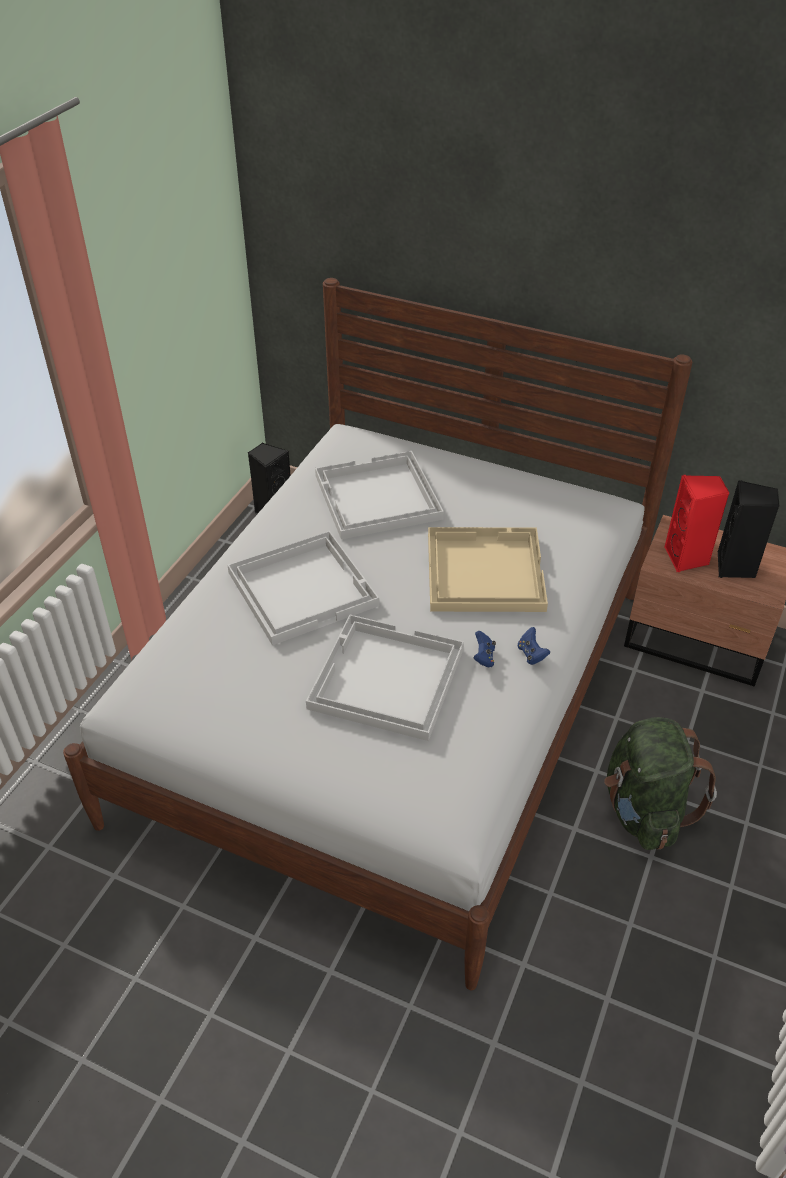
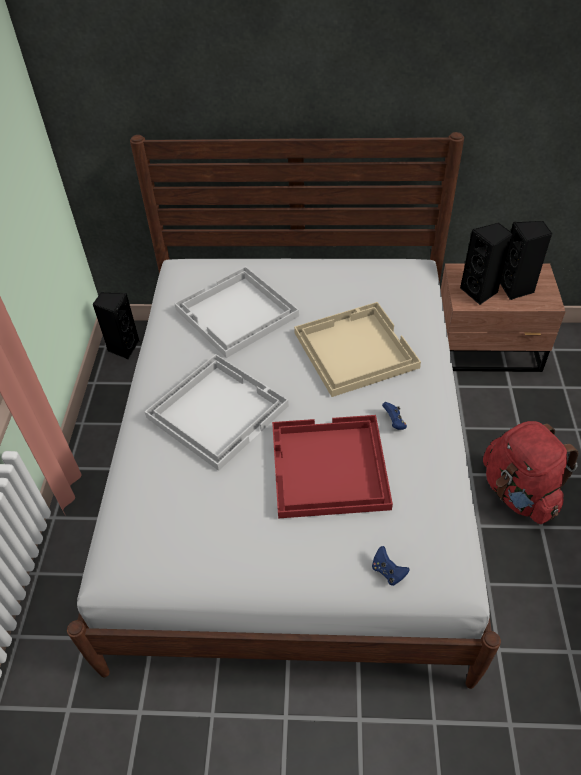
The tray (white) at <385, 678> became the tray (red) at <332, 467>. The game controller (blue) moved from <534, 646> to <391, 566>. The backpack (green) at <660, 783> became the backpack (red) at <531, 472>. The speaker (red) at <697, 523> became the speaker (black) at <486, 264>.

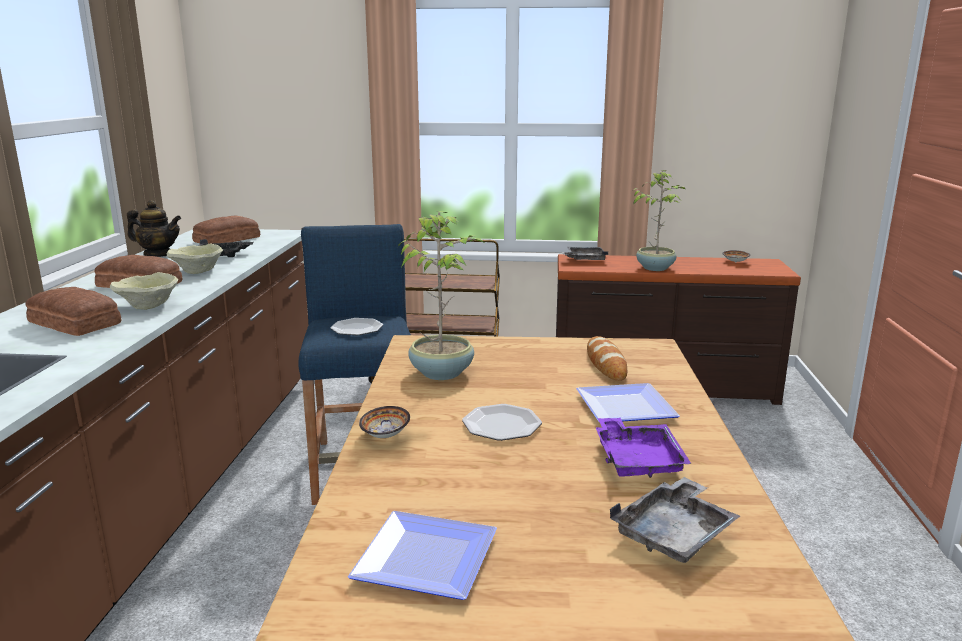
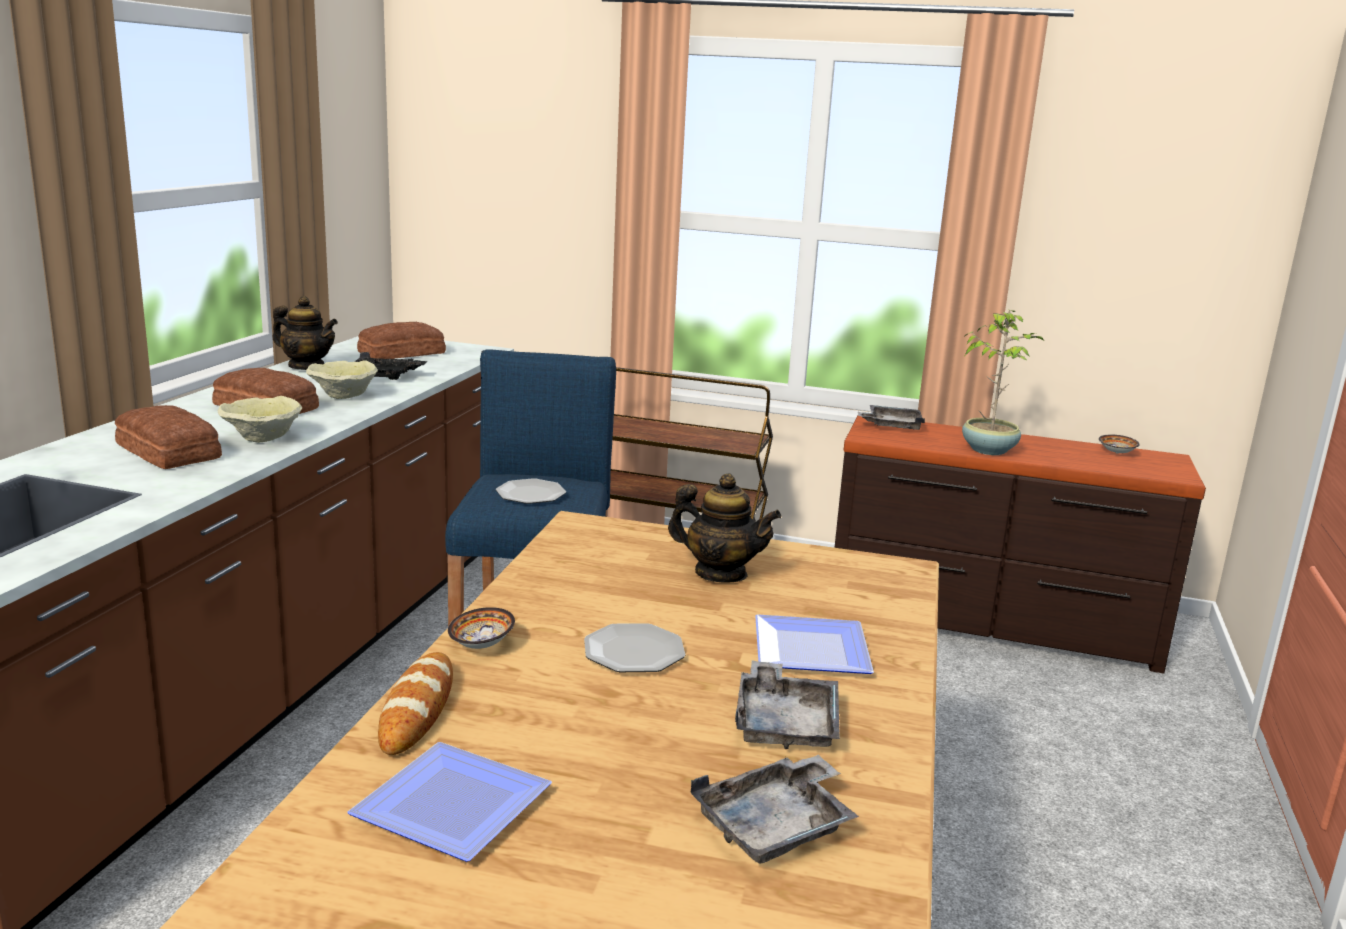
The potted plant at <440, 295> disappeared. The bread moved from <607, 358> to <415, 703>. The tray (purple) at <643, 448> became the tray (grey) at <787, 704>. The teapot at <725, 528> appeared.

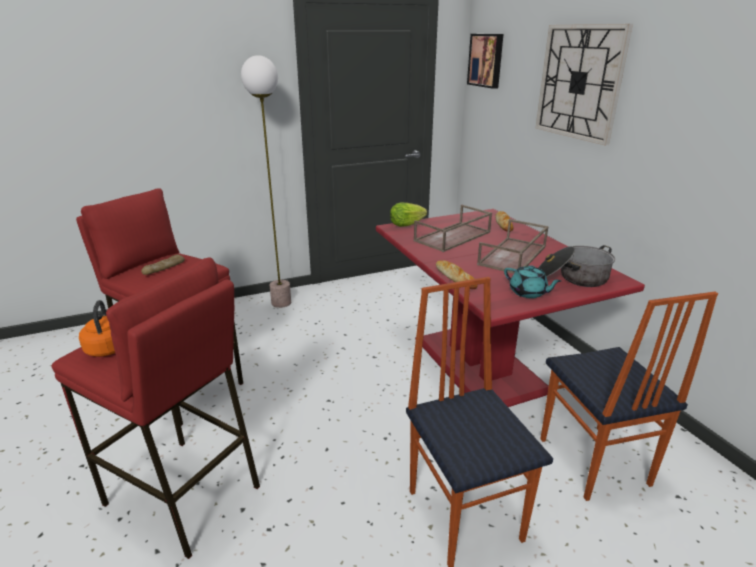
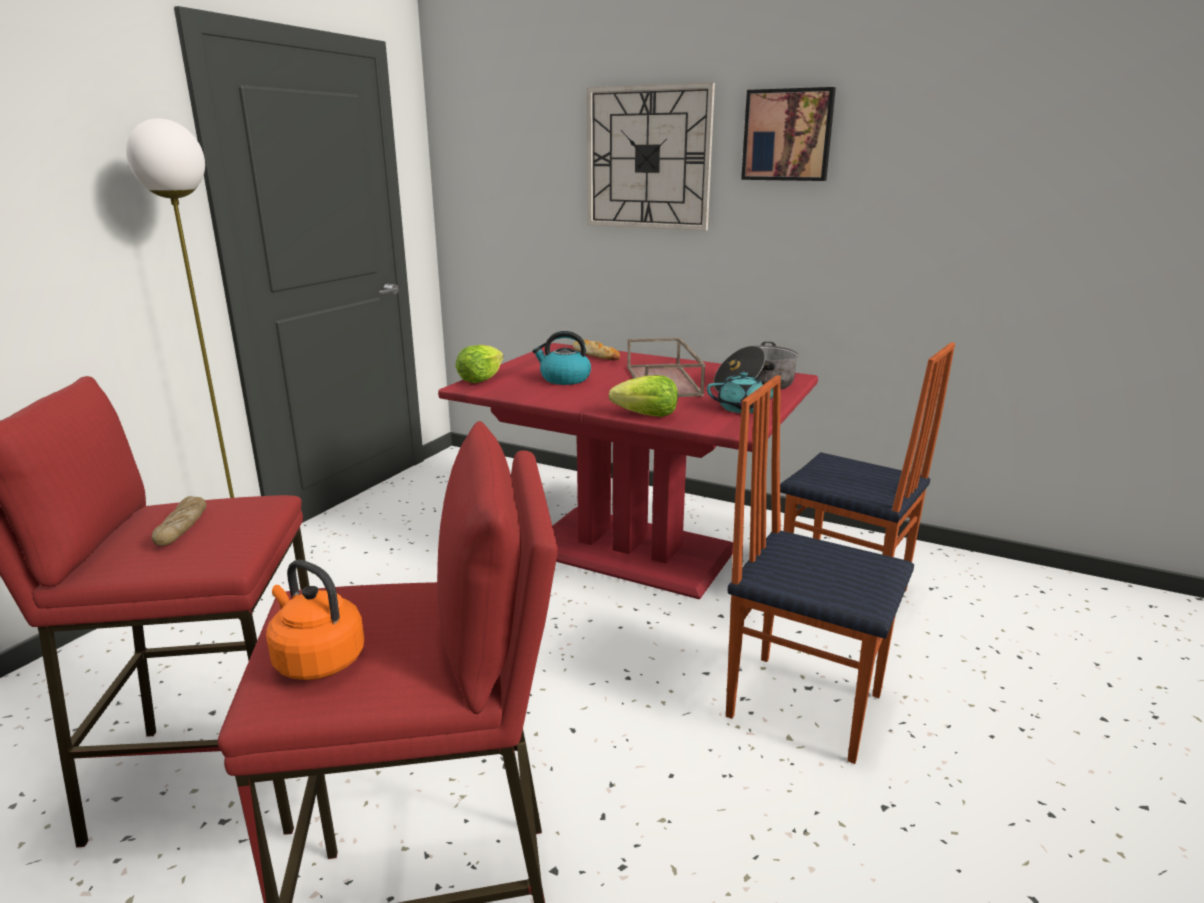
The tray (brown) at <452, 228> was replaced by the kettle at <561, 358>. The bread at <457, 274> was replaced by the lettuce at <643, 396>. The picture moved from <485, 61> to <788, 134>.

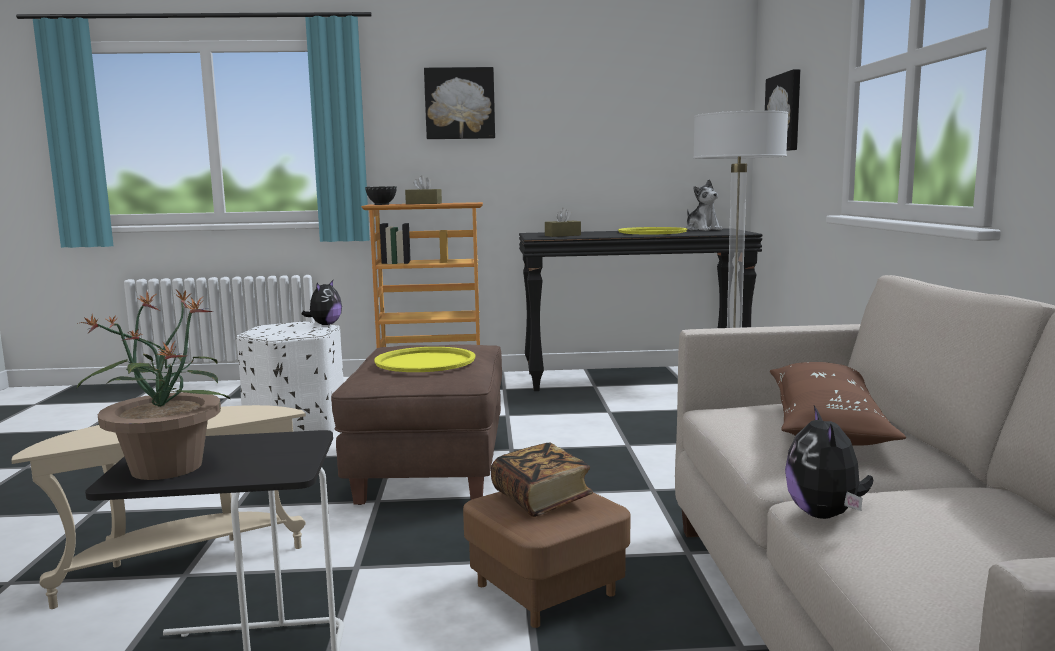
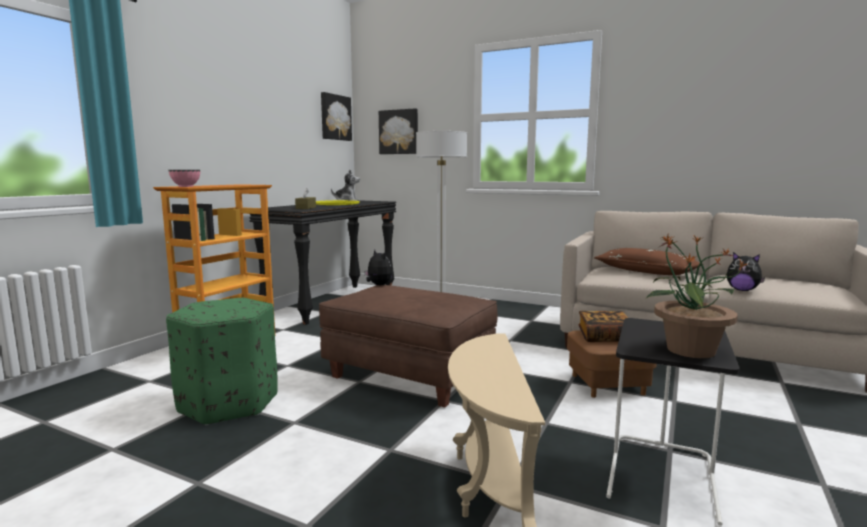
The ottoman (white) at <290, 377> became the ottoman (green) at <222, 362>. The plush toy moved from <322, 302> to <378, 267>. The bowl (black) at <381, 195> became the bowl (pink) at <184, 178>. The tray (yellow) at <424, 359> disappeared. The tissue box (brown) at <423, 189> disappeared. The picture moved from <459, 103> to <336, 116>.

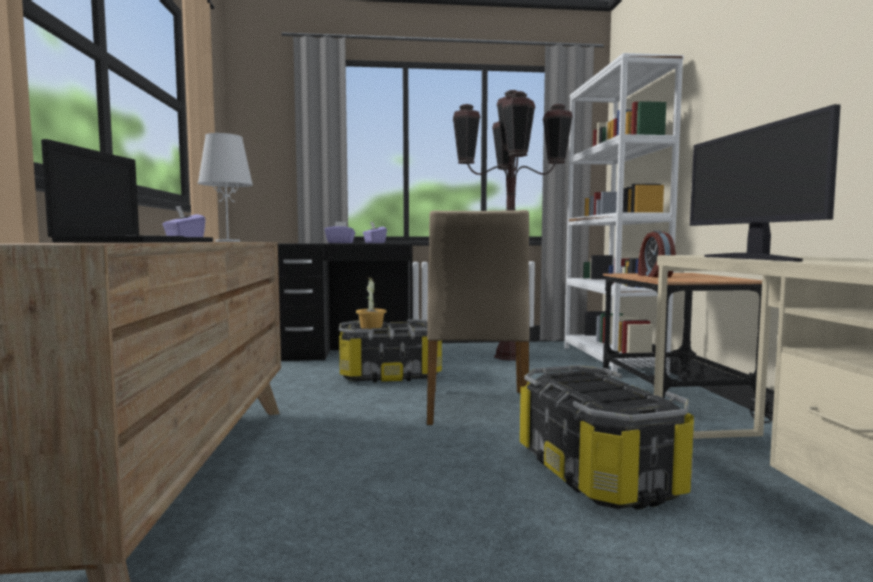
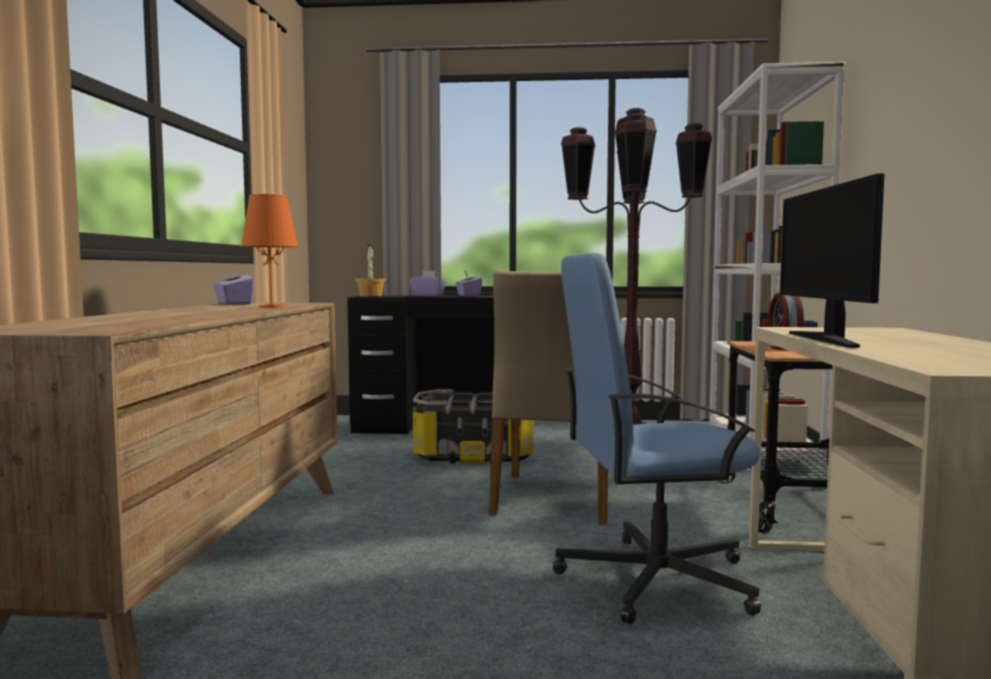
The laptop at <127, 190> disappeared. The table lamp (white) at <225, 187> became the table lamp (orange) at <269, 251>. The potted plant moved from <371, 303> to <370, 270>. The storage box at <607, 437> was replaced by the office chair (blue) at <656, 438>.

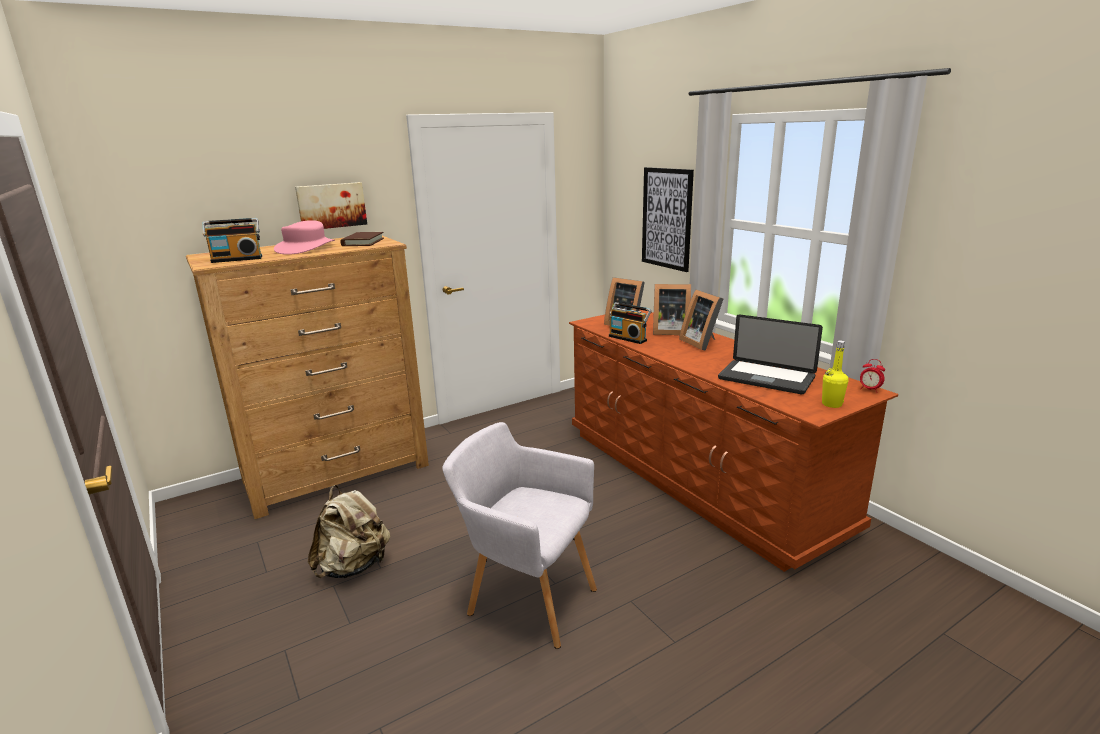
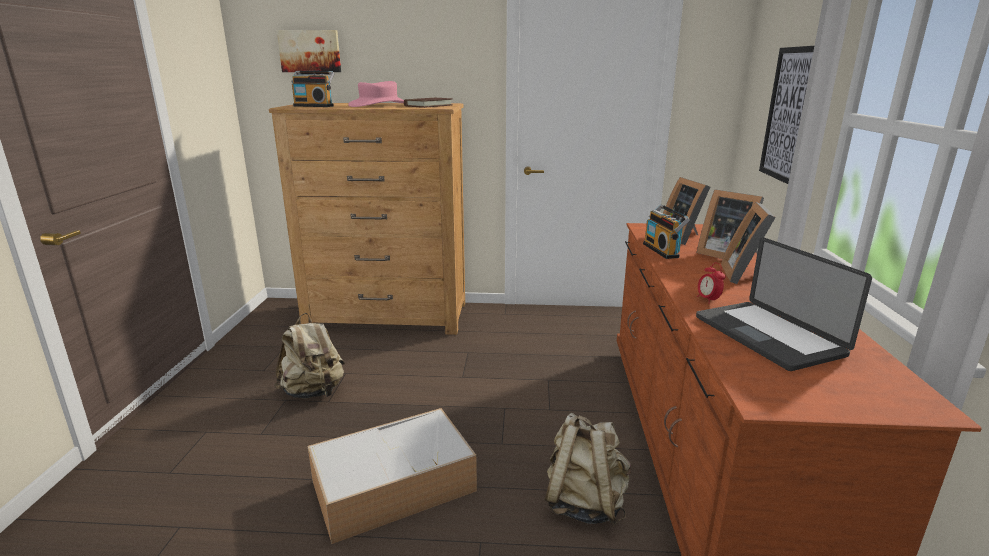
The picture moved from <331, 205> to <309, 51>. The armchair (grey) at <520, 535> was replaced by the storage box at <392, 476>. The bottle (yellow) at <835, 374> disappeared. The alarm clock moved from <872, 376> to <711, 283>. The backpack (beige) at <588, 469> appeared.

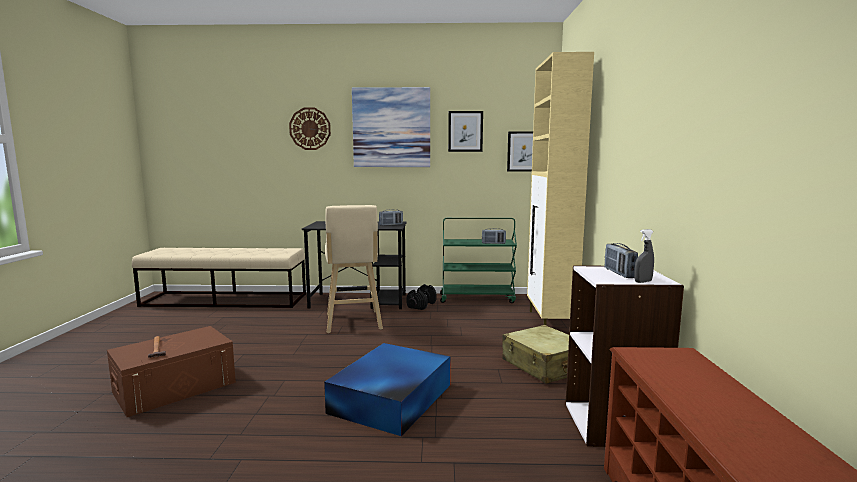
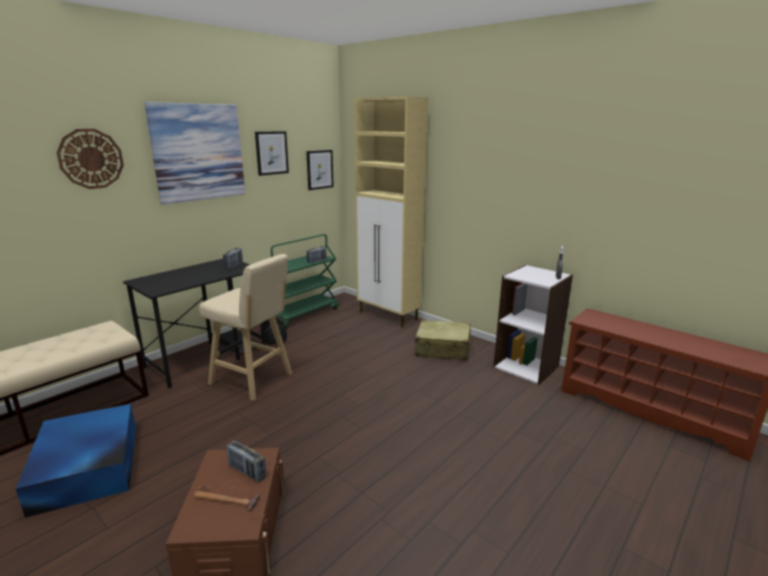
The storage box (blue) moved from <387, 389> to <76, 461>. The radio moved from <621, 260> to <246, 461>.

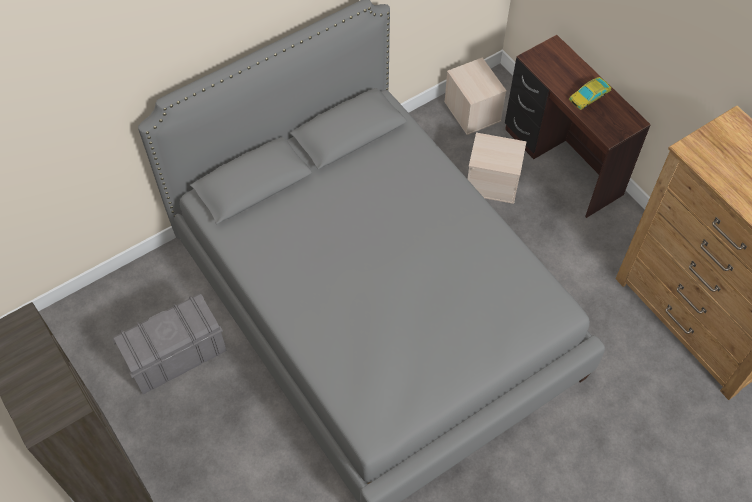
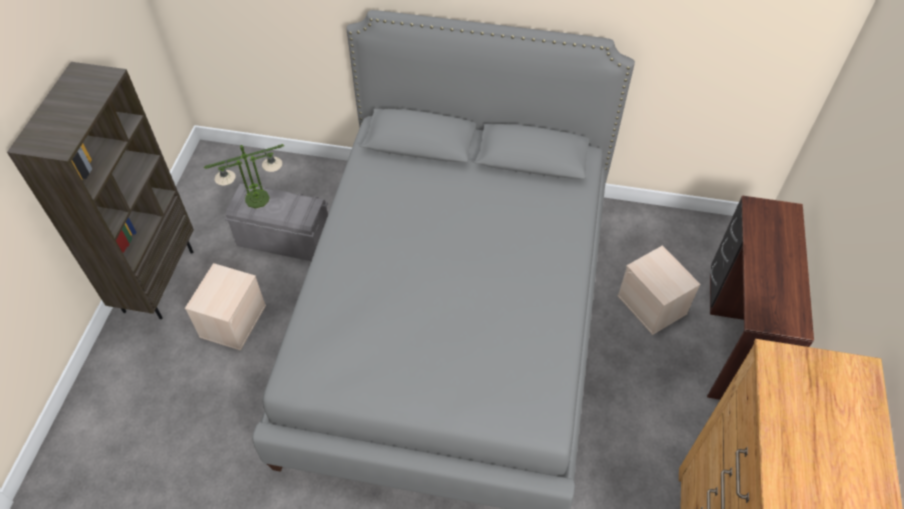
The storage box (beige) moved from <475, 96> to <225, 307>. The toy car at <590, 93> disappeared. The table lamp at <244, 176> appeared.

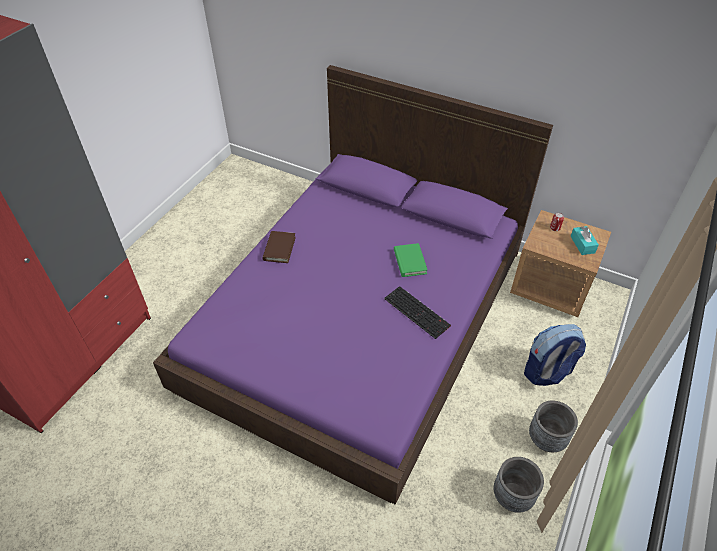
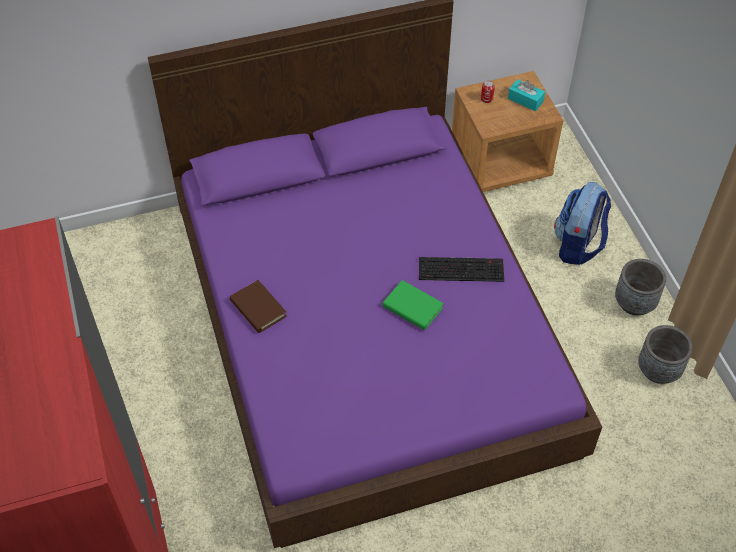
The book (green) moved from <410, 260> to <413, 305>.

